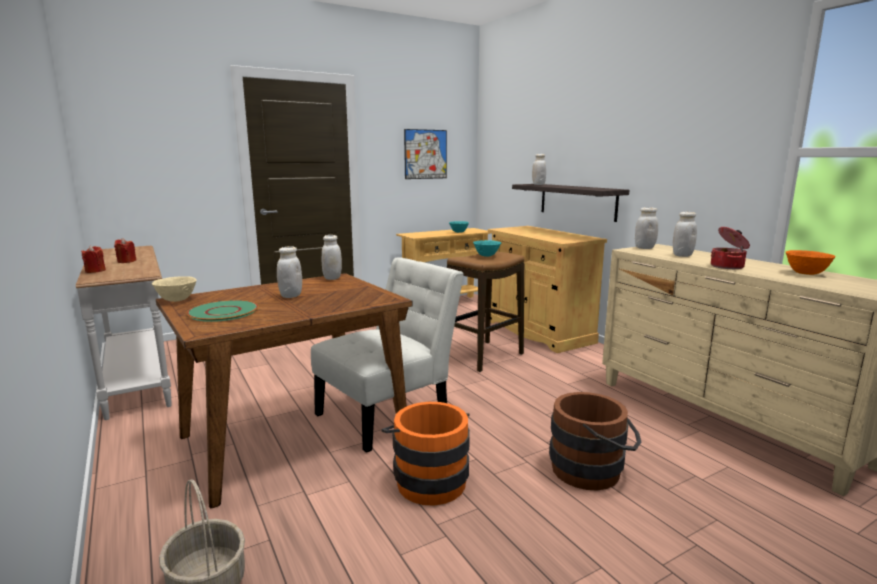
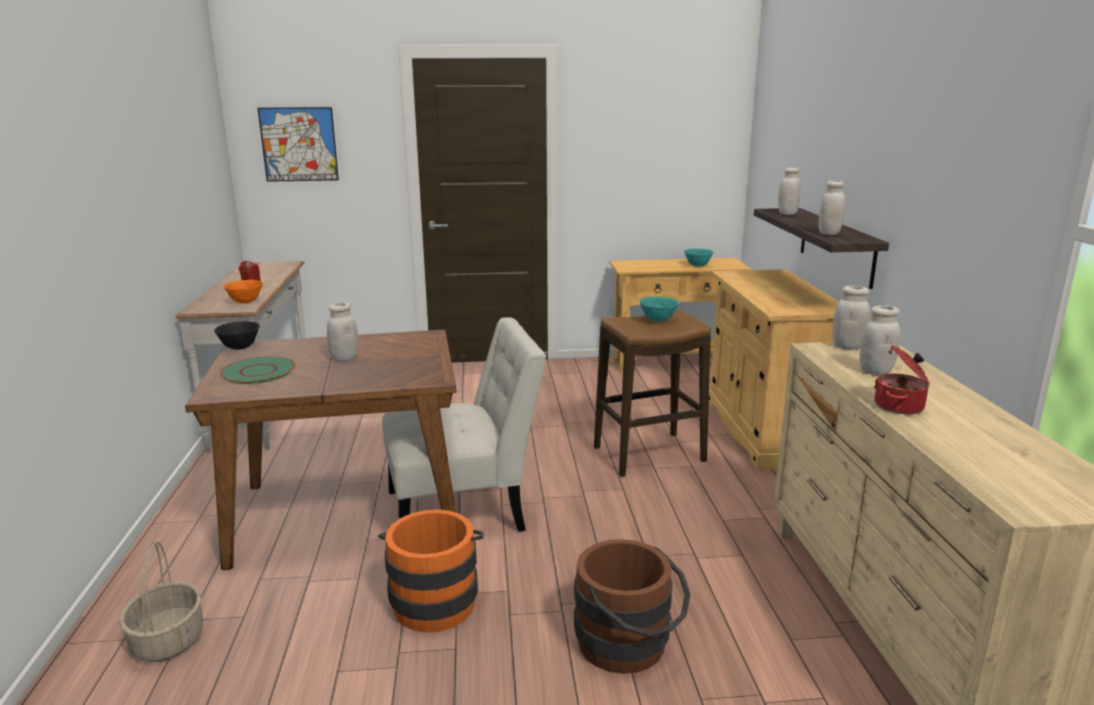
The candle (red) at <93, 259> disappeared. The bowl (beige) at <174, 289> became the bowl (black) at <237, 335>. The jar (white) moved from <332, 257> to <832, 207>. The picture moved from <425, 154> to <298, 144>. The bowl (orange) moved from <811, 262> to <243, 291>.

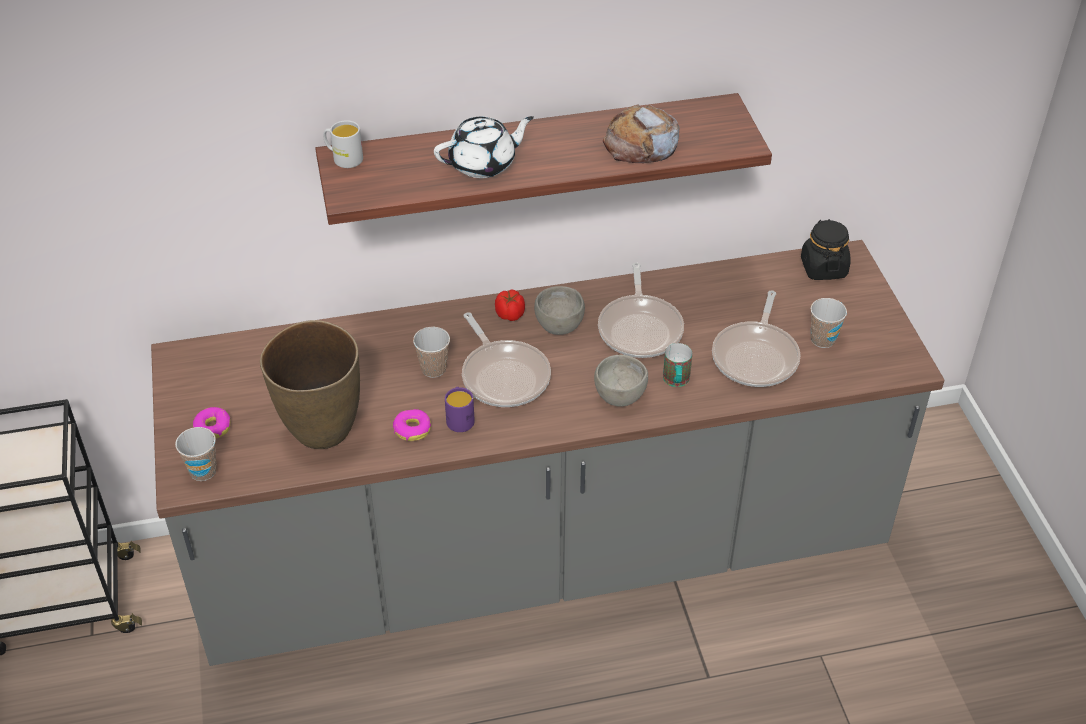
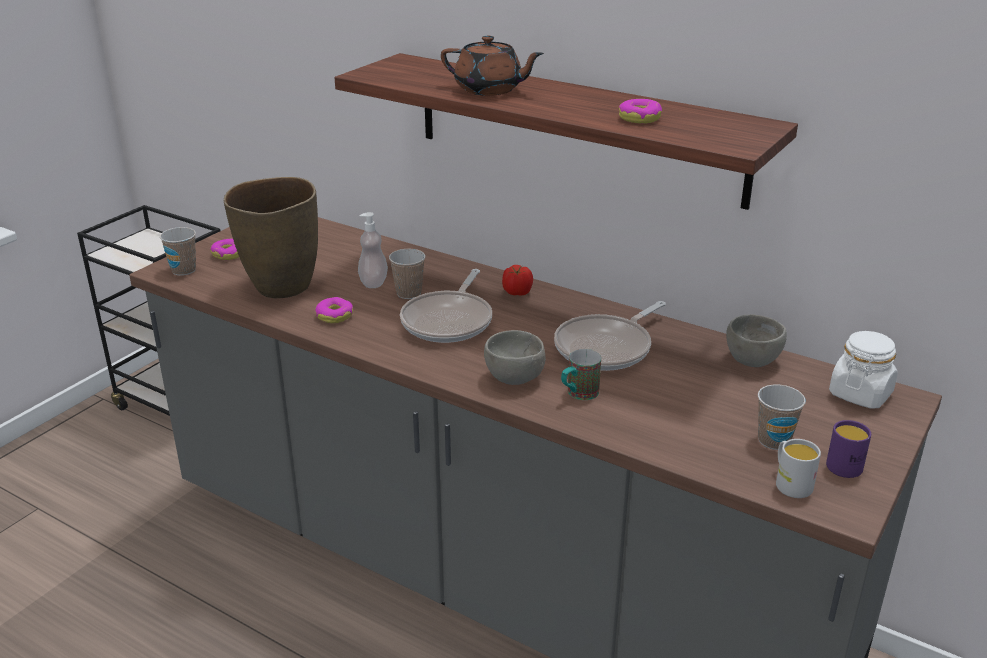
The mug (white) moved from <343, 144> to <798, 468>. The teapot (white) at <484, 147> became the teapot (brown) at <492, 66>. The mug (purple) moved from <460, 409> to <848, 449>. The bowl (grey) moved from <559, 310> to <756, 341>. The bread at <641, 134> was replaced by the donut at <640, 111>. The frying pan at <756, 338> disappeared. The jar (black) at <826, 249> became the jar (white) at <863, 370>. The soap dispenser at <373, 250> appeared.

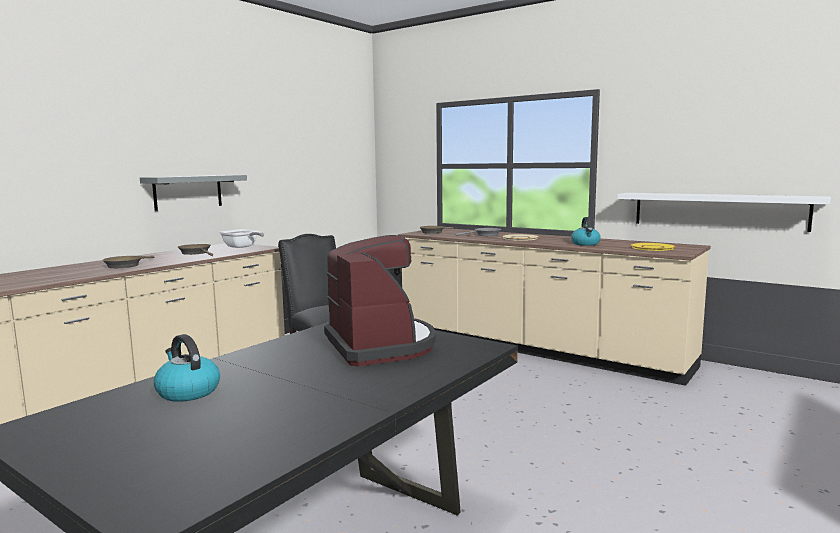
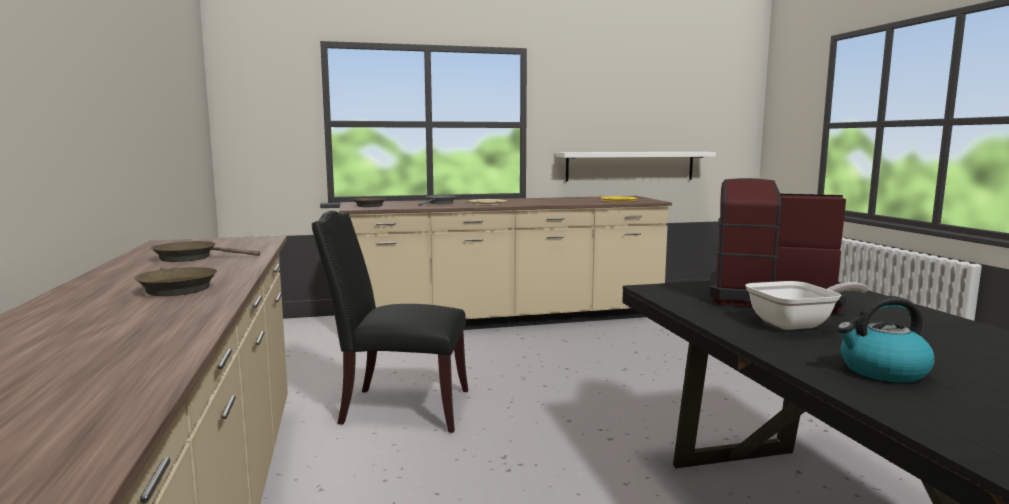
The shelf (grey) at <193, 193> disappeared. The frying pan moved from <242, 238> to <807, 305>. The kettle at <586, 231> disappeared.

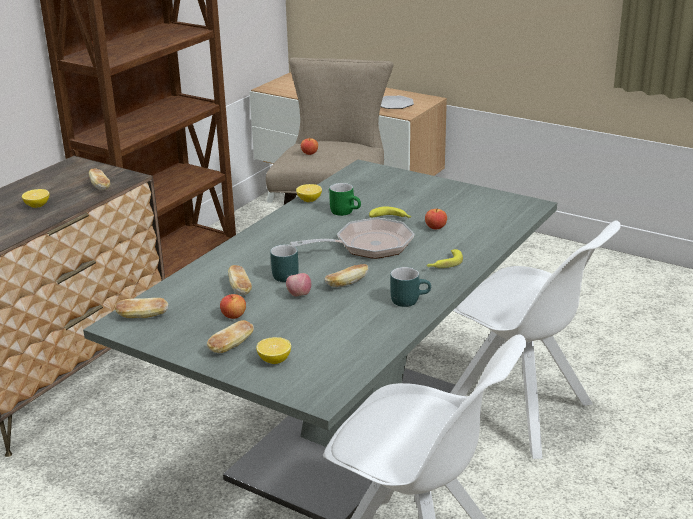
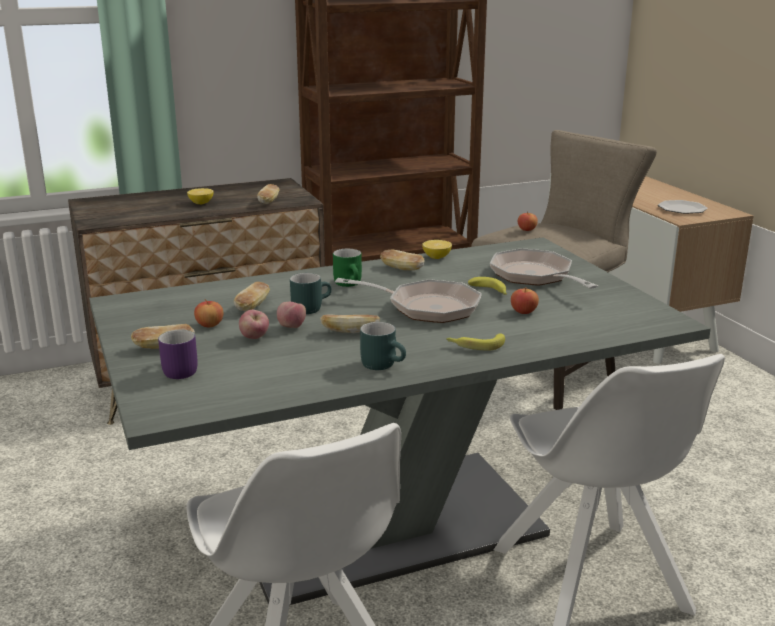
The bread moved from <141, 308> to <402, 260>. The lemon at <273, 350> was replaced by the mug (purple) at <178, 354>. The mug (green) moved from <345, 199> to <347, 268>. The apple at <254, 324> appeared. The frying pan at <544, 268> appeared.

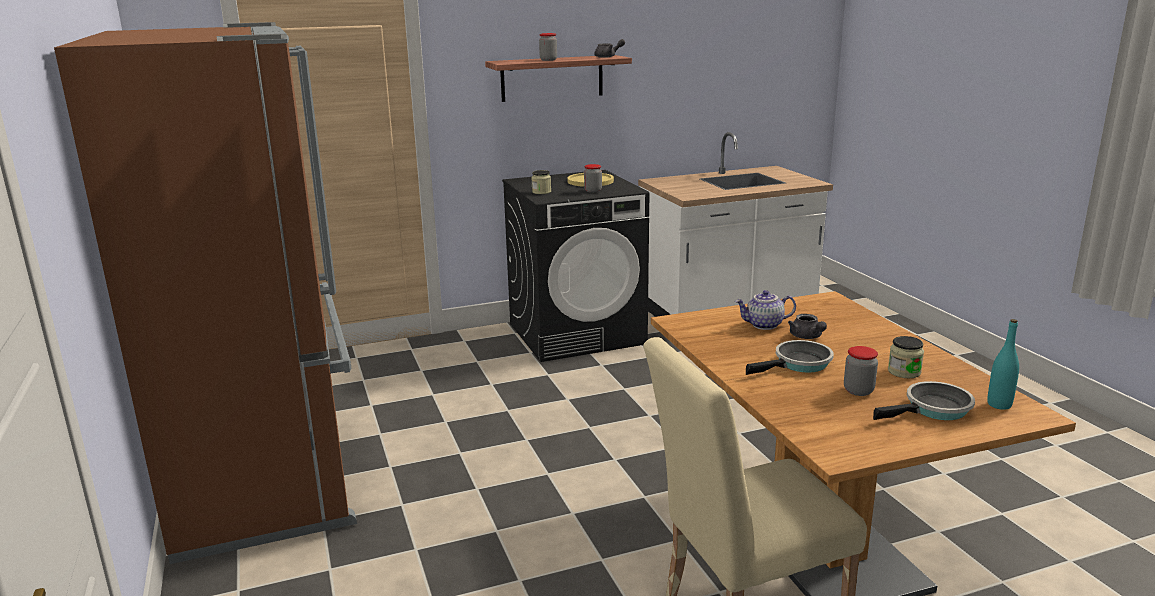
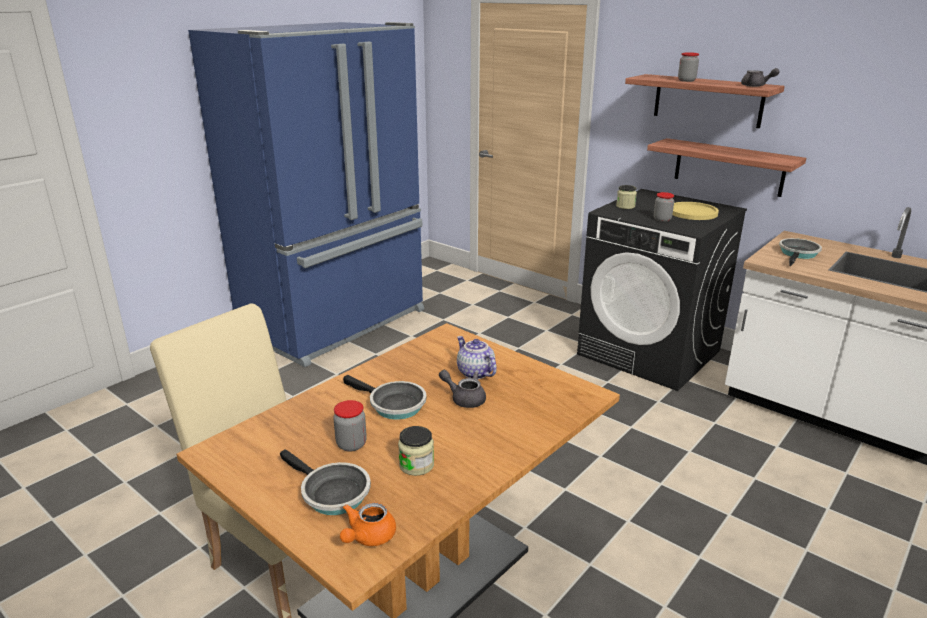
The fridge (brown) at <205, 293> became the fridge (blue) at <306, 194>. The teapot (grey) at <807, 326> turned 75 degrees clockwise. The bottle (turquoise) at <1003, 364> was replaced by the teapot (orange) at <368, 524>. The shelf at <726, 167> appeared. The frying pan at <800, 252> appeared.

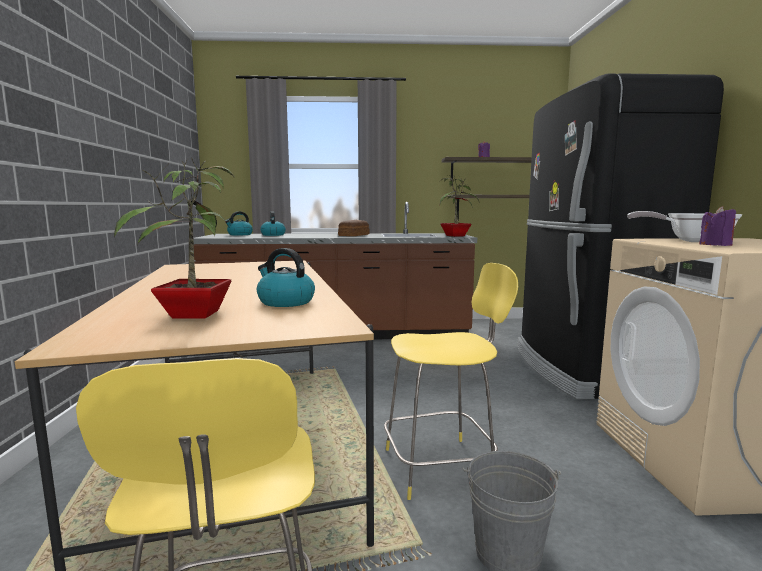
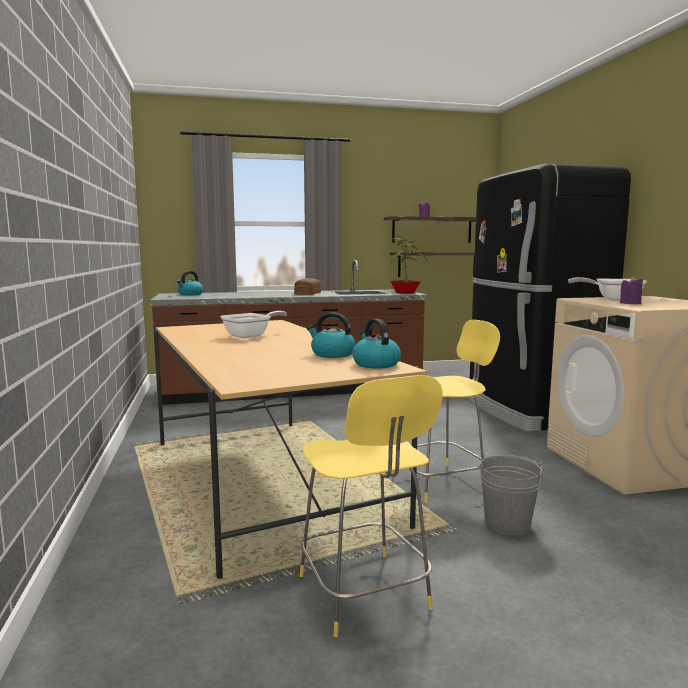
The potted plant at <174, 238> disappeared. The kettle moved from <273, 223> to <376, 344>. The frying pan at <253, 325> appeared.

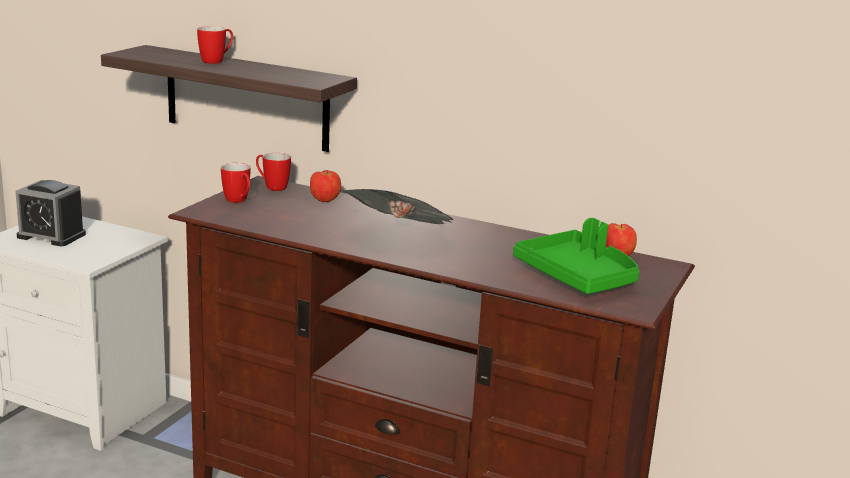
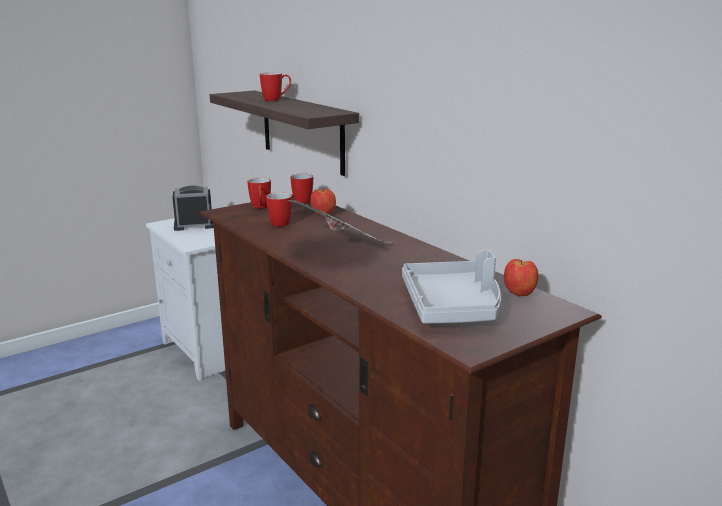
The alarm clock at <50, 213> turned 120 degrees clockwise. The tray (green) at <576, 256> became the tray (grey) at <451, 287>. The mug at <279, 209> appeared.

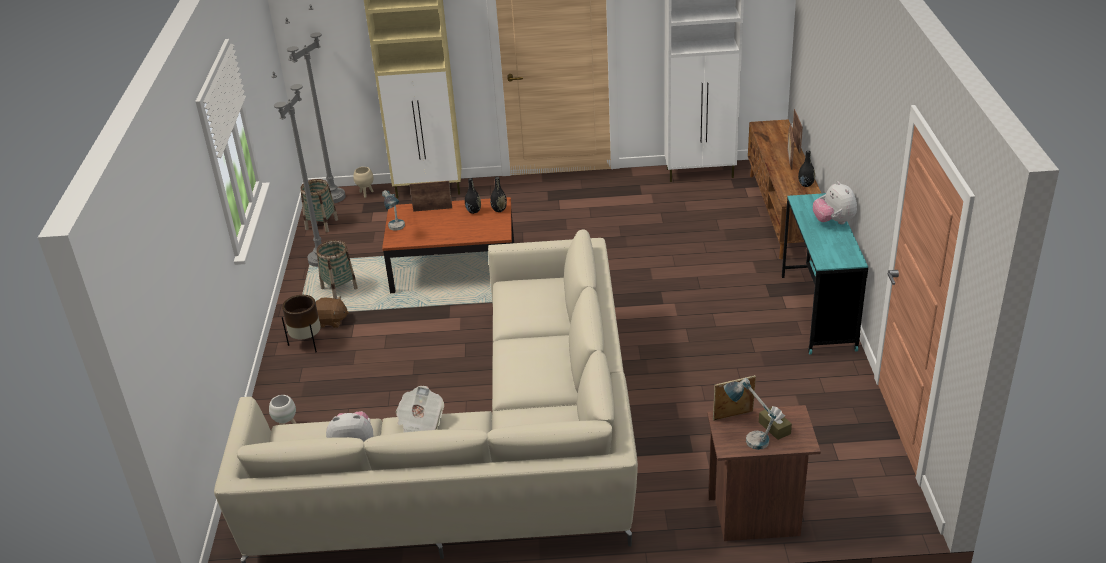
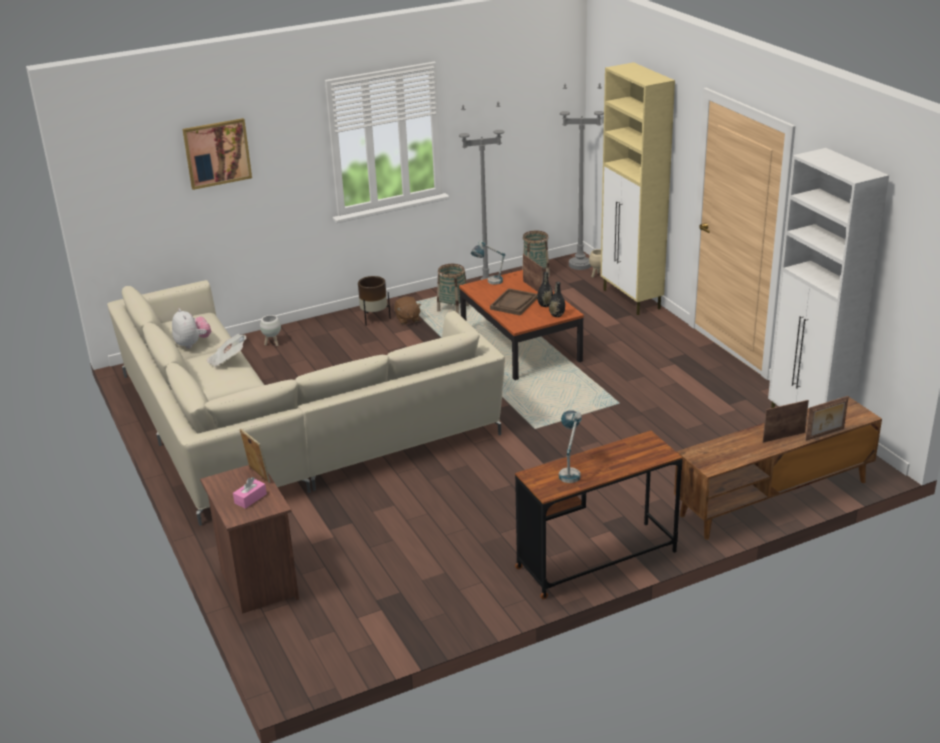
The table lamp moved from <750, 414> to <570, 446>. The tissue box (brown) at <775, 423> became the tissue box (pink) at <250, 493>. The desk (turquoise) at <825, 274> became the desk (brown) at <599, 515>. The vase (black) at <806, 169> disappeared. The plush toy at <835, 202> disappeared. The picture at <217, 154> appeared. The tray (brown) at <513, 302> appeared.

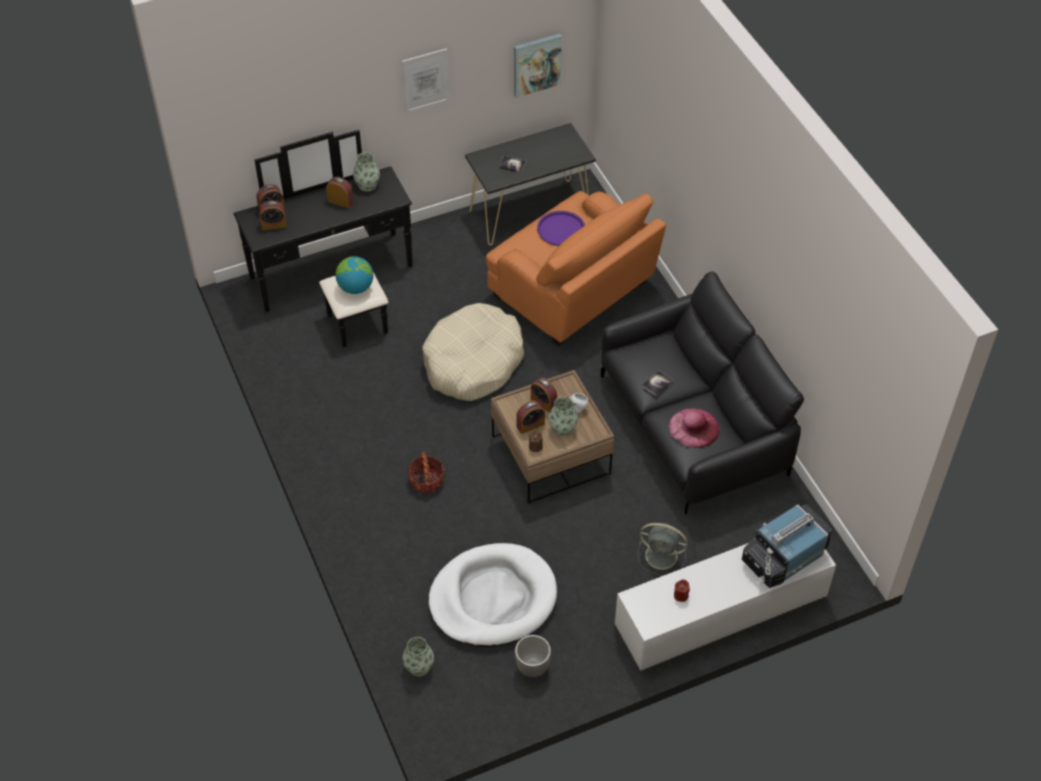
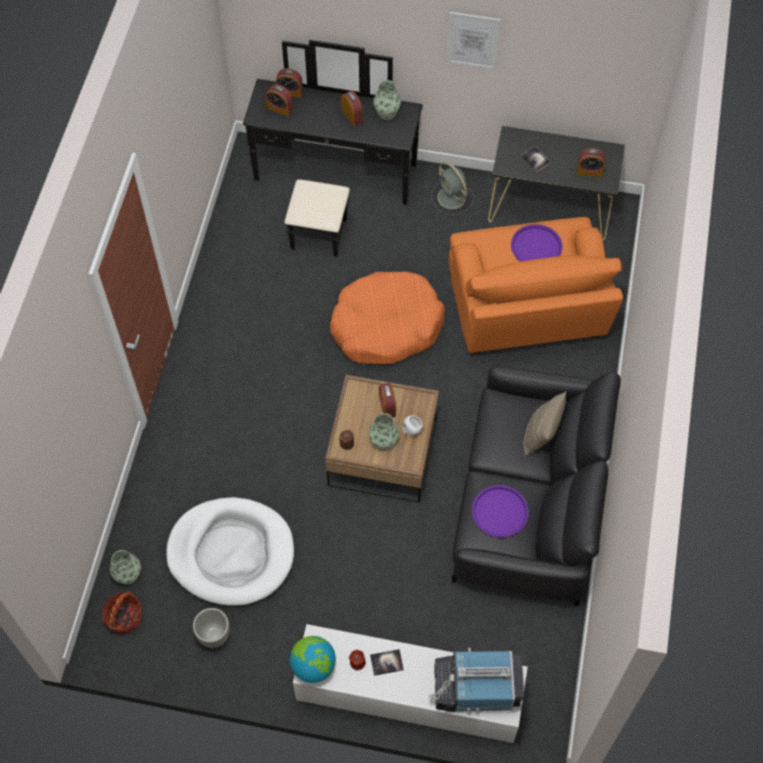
The globe moved from <354, 275> to <313, 659>. The basket moved from <426, 472> to <122, 612>. The dog bed (beige) at <473, 352> became the dog bed (orange) at <387, 318>. The picture at <538, 66> disappeared. The alarm clock moved from <531, 417> to <591, 162>. The fan (grey) moved from <663, 549> to <452, 188>. The book moved from <657, 383> to <387, 662>. The hat (pink) at <694, 428> was replaced by the tray (purple) at <500, 511>. The pillow (beige) at <544, 424> appeared.

